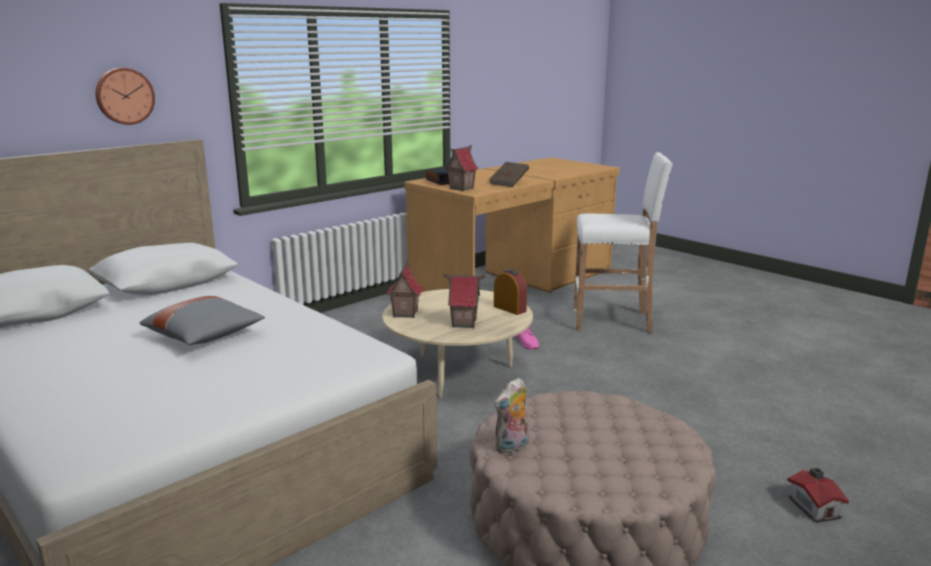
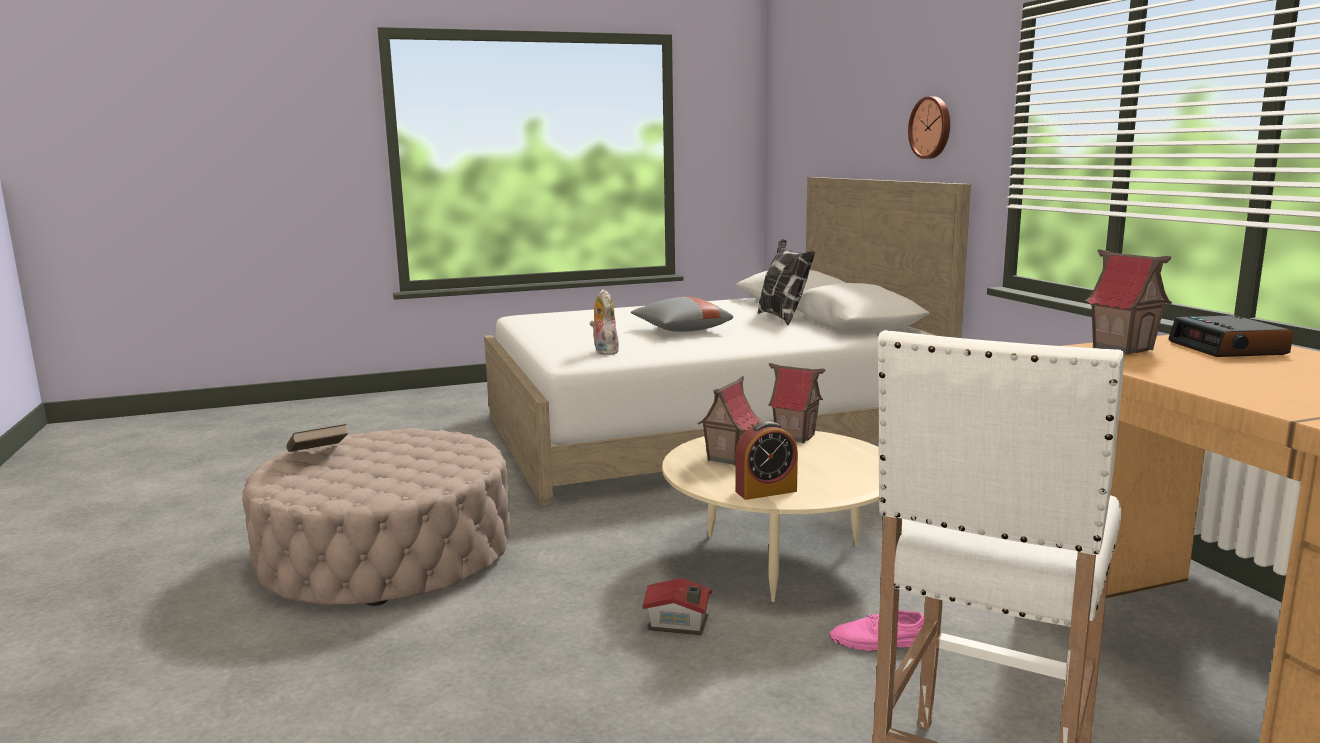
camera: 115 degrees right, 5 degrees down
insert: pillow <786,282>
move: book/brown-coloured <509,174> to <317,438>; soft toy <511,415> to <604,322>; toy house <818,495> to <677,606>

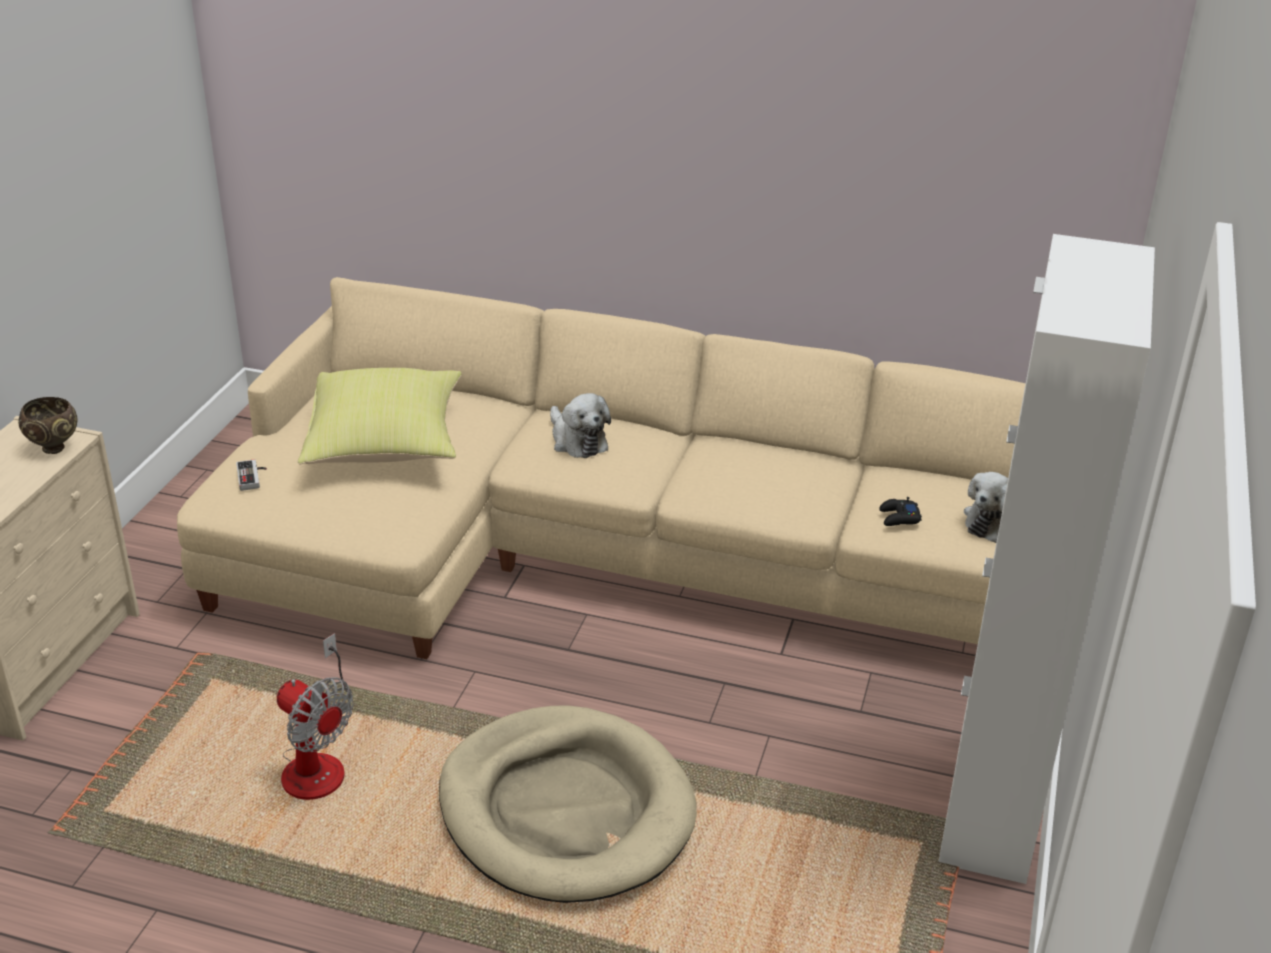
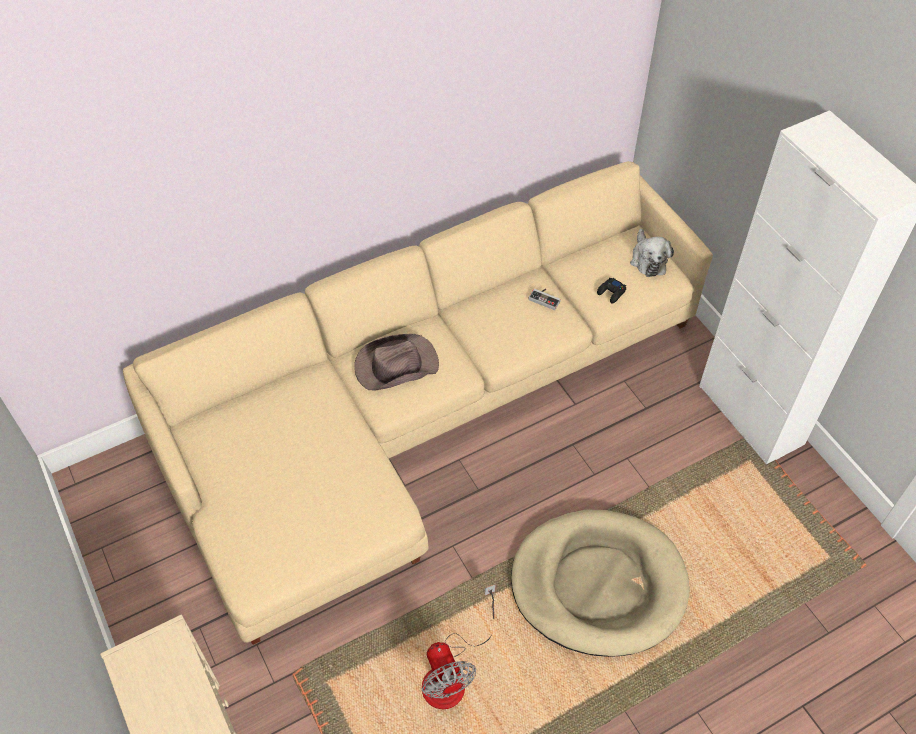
camera: 45 degrees left, 20 degrees up
delete: pillow/yellow-coloured <380,416>; serving bowl/brown-coloured <47,425>
move: gamepad <251,475> to <545,299>
replace: soft toy <580,425> to hat/brown-coloured <396,362>
rotate: cooling fan <315,716> = <459,646> 75 degrees clockwise

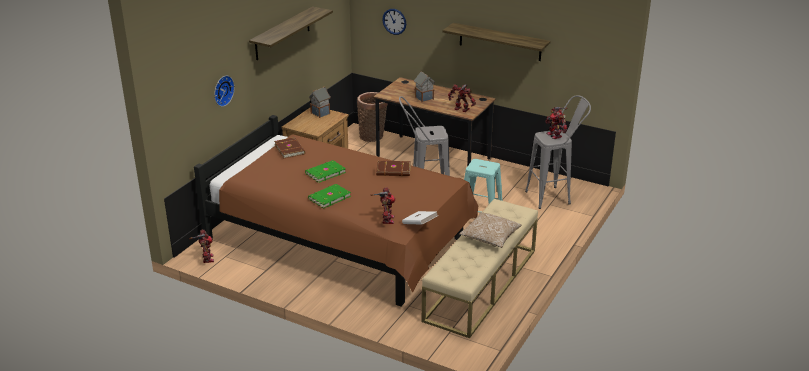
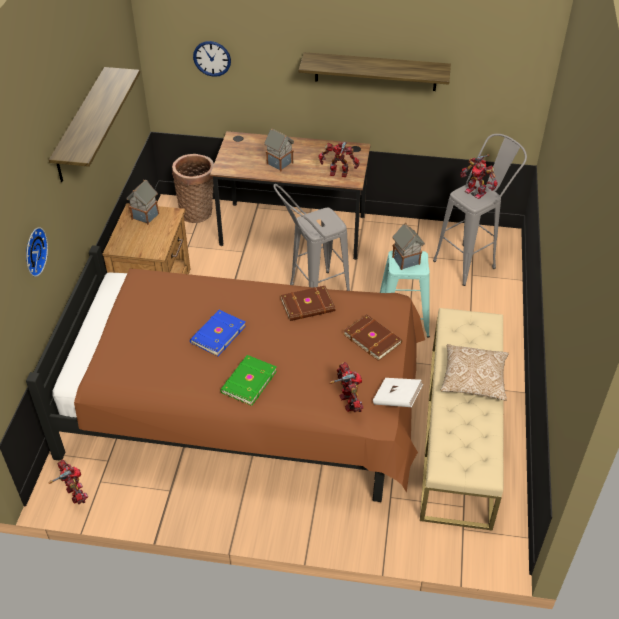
camera: 20 degrees left, 15 degrees up
insert: toy house <408,246>
move: book/brown-coloured <289,147> to <372,337>
recolor: book/green <325,171> to book/blue <218,333>

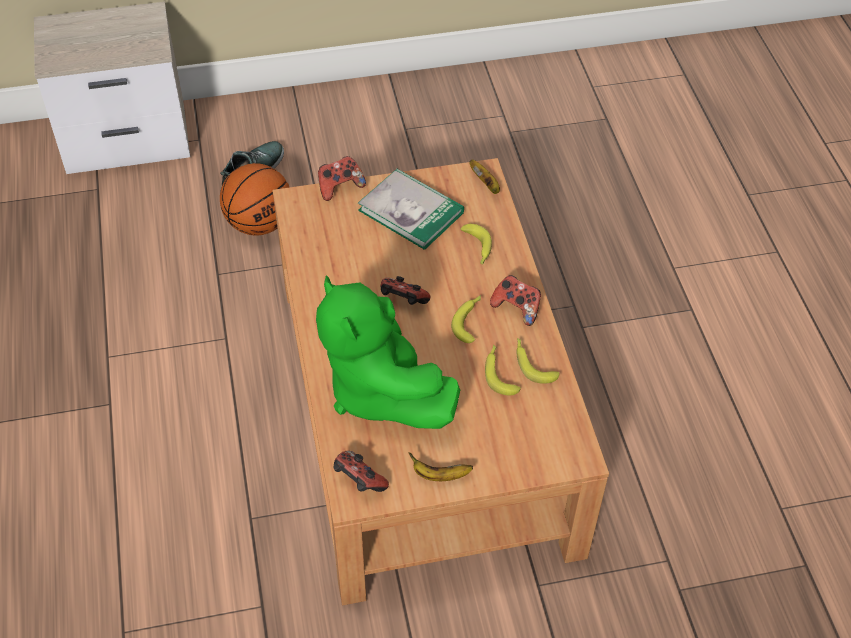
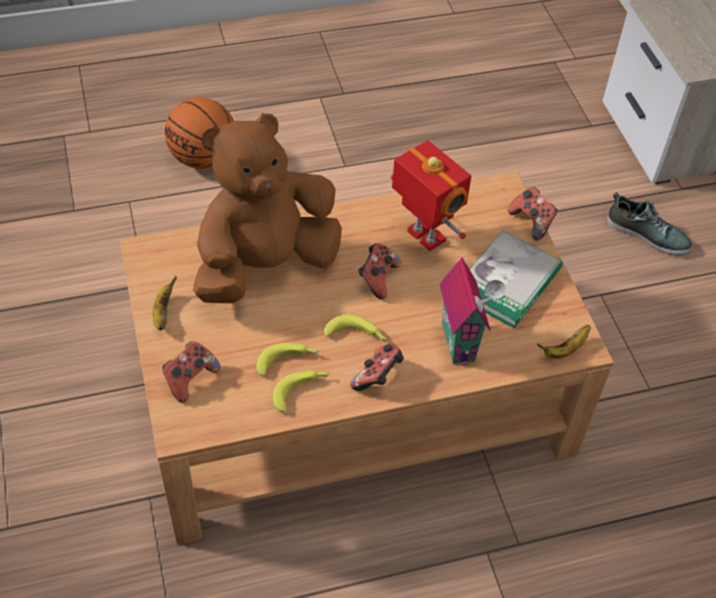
camera: 85 degrees right, 0 degrees up
insert: robot figure <431,195>
move: ball for basketball <254,199> to <199,133>; gamepad <361,471> to <191,372>
replace: whole banana <476,244> to toy house <472,312>
recolor: soft toy/green <388,352> to soft toy/brown-coloured <267,208>

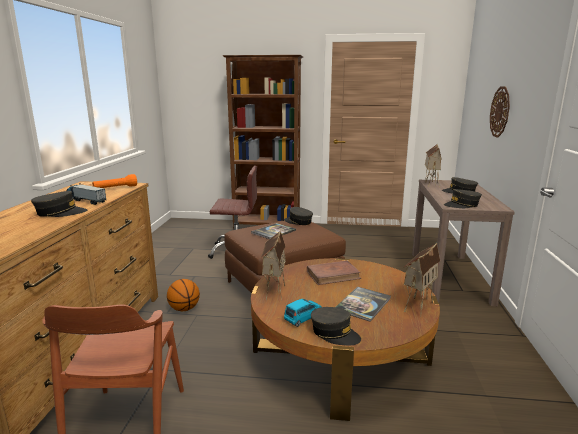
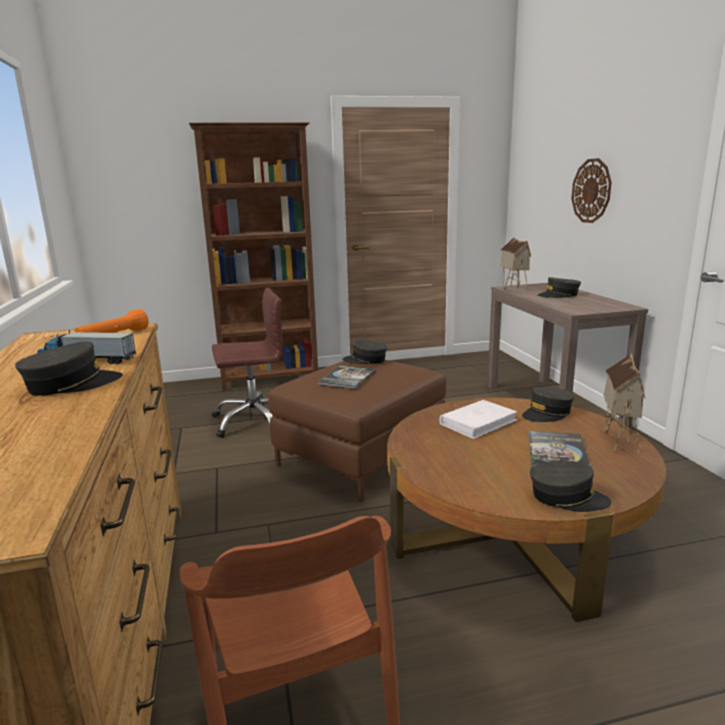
camera: 20 degrees left, 0 degrees up
delete: toy house <273,265>; ball for basketball <183,295>; model car/blue <303,313>
move: peaked cap/gray <463,198> to <548,405>
recolor: book/brown-coloured <334,273> to book/whitish <478,419>

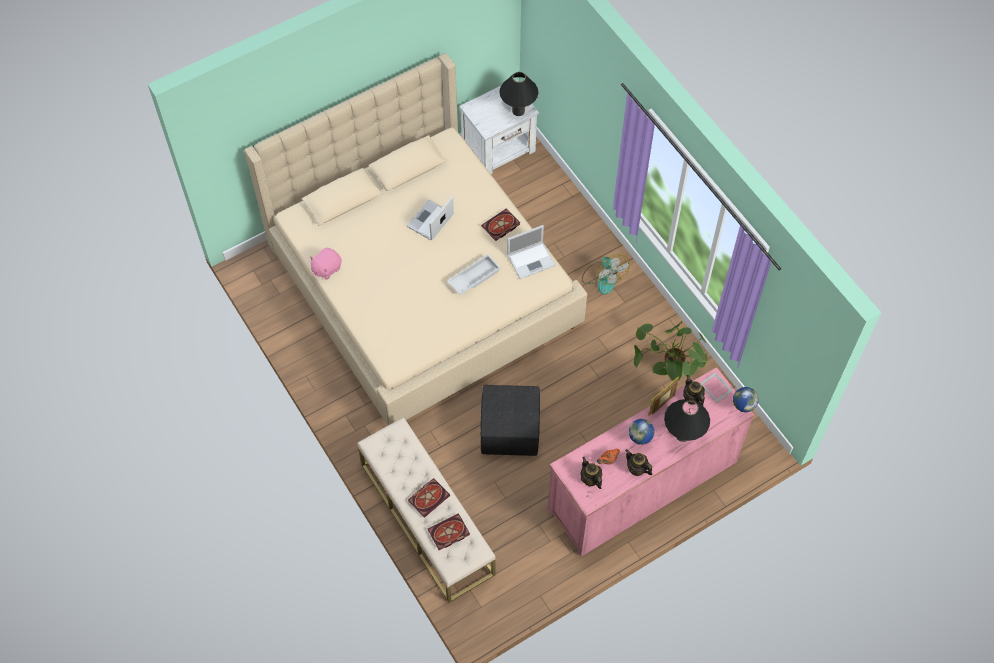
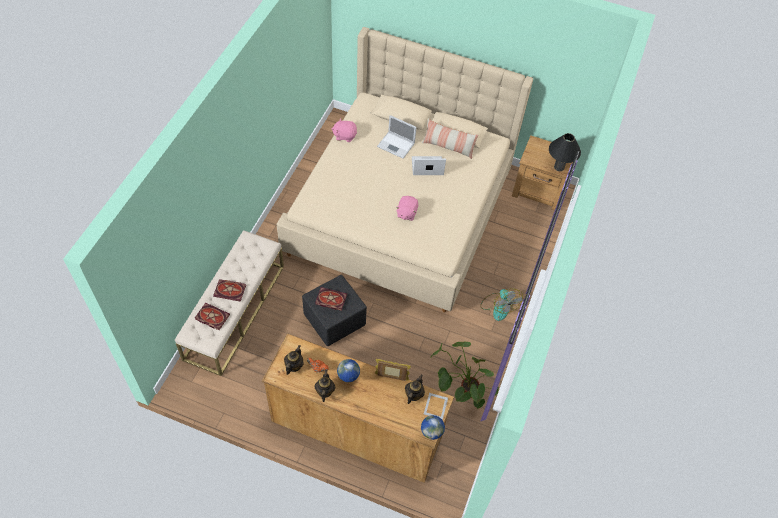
camera: 50 degrees right, 5 degrees down
delete: tabletop lamp/blackish <687,420>
insert: pillow <450,139>
move: book <500,225> to <331,299>; laptop <531,252> to <397,137>
replace: tray/whitish <474,274> to soft toy/pink-coloured <407,208>
recolor: bedside table/whitish <499,130> to bedside table/brown-coloured <542,172>; drawer chest/pink-coloured <651,461> to drawer chest/brown-coloured <358,408>
rotate: cooling fan <605,274> = <501,304> 45 degrees counterclockwise

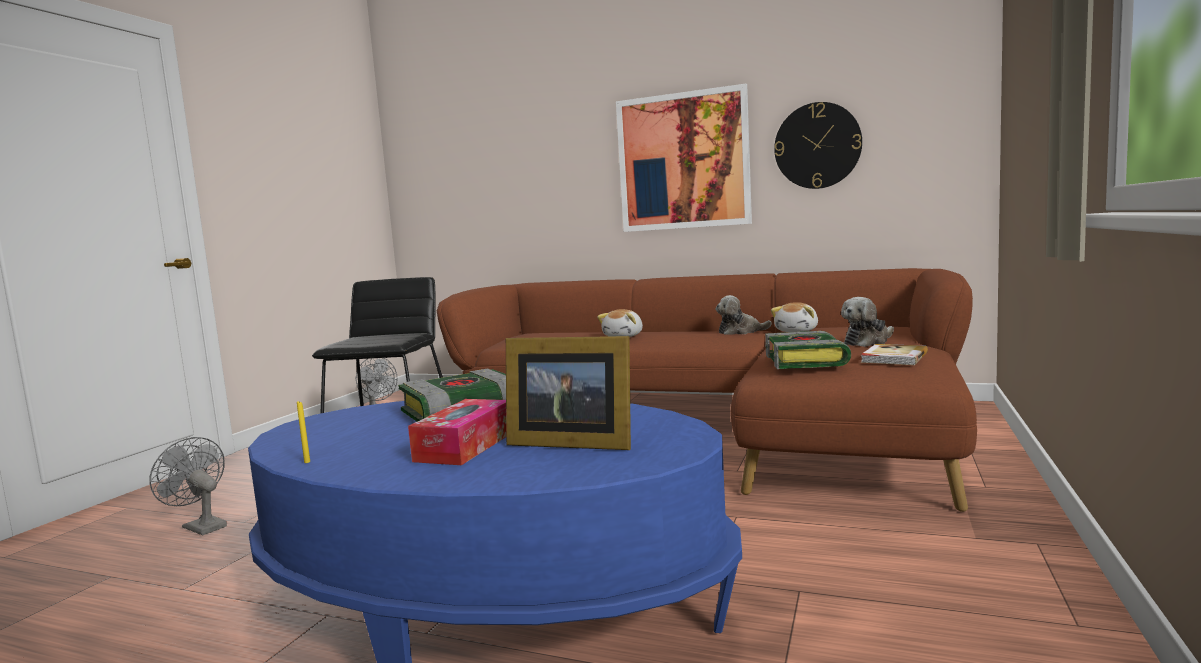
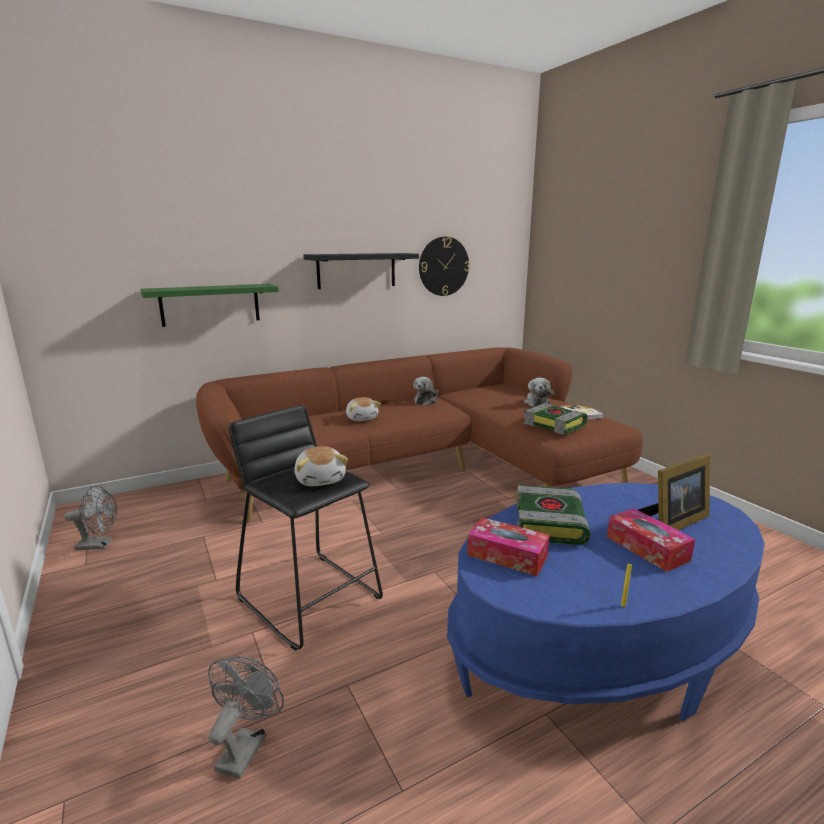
camera: 50 degrees left, 10 degrees up
insert: wall shelf/green <210,305>; tissue box <508,546>
move: soft toy <794,317> to <321,466>
replace: wall picture <684,158> to wall shelf/blackish <361,271>
rotate: cooling fan/gray <188,486> = <246,717> 120 degrees clockwise

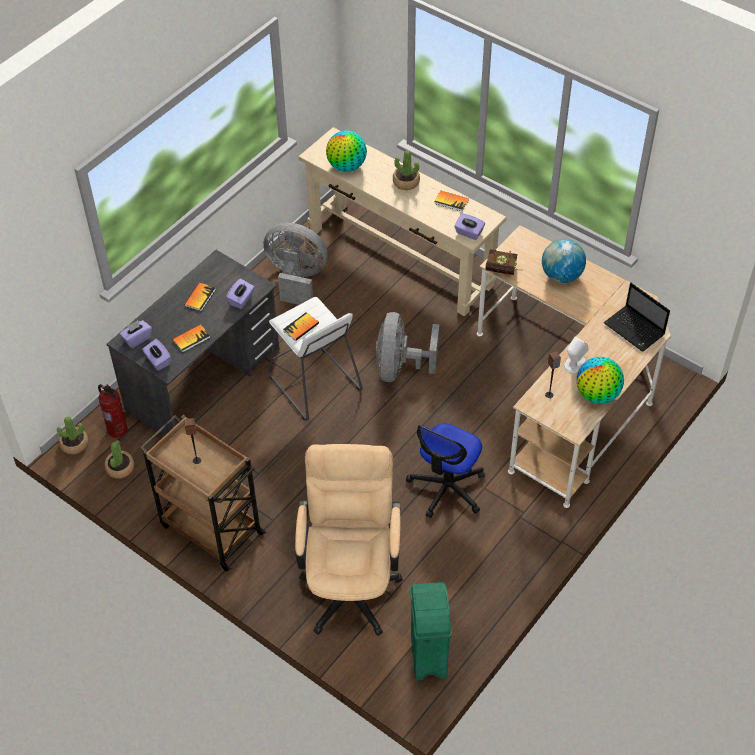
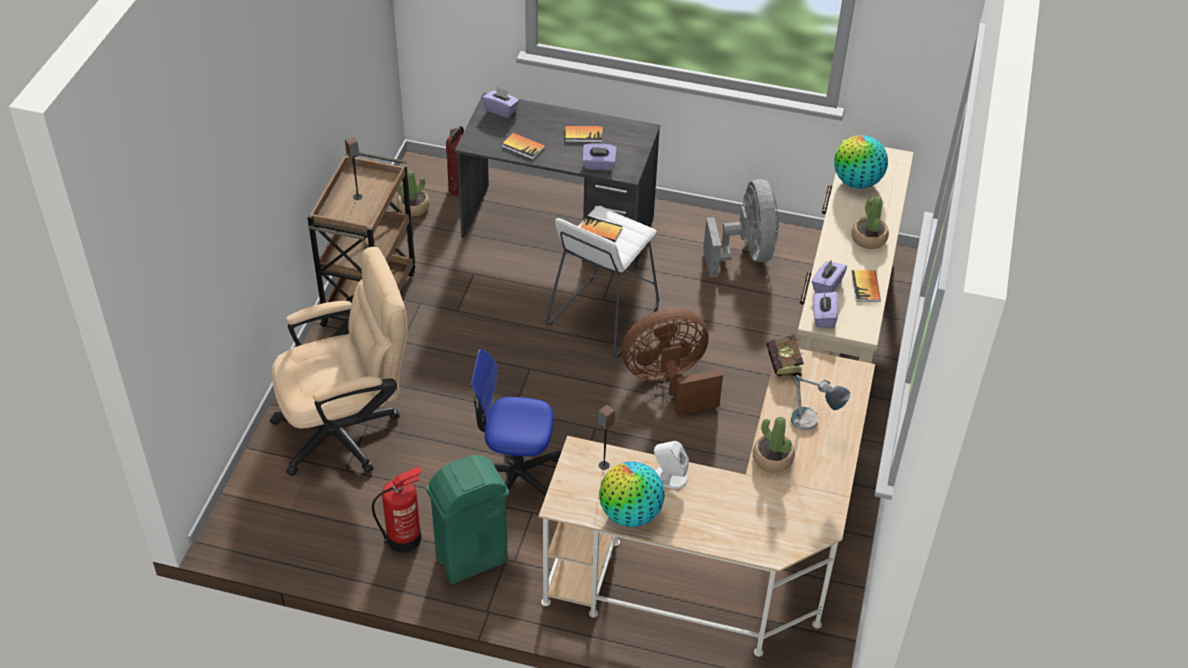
camera: 65 degrees right, 5 degrees down
delete: laptop <637,317>
insert: fire extinguisher <397,509>
move: tissue box/purple <156,355> to <829,276>; houseplant <72,436> to <774,444>; rubbish bin/green <431,631> to <467,519>
replace: desk globe <564,261> to tabletop lamp <820,403>
recolor: cooling fan/gray <407,347> to cooling fan/brown-coloured <672,361>

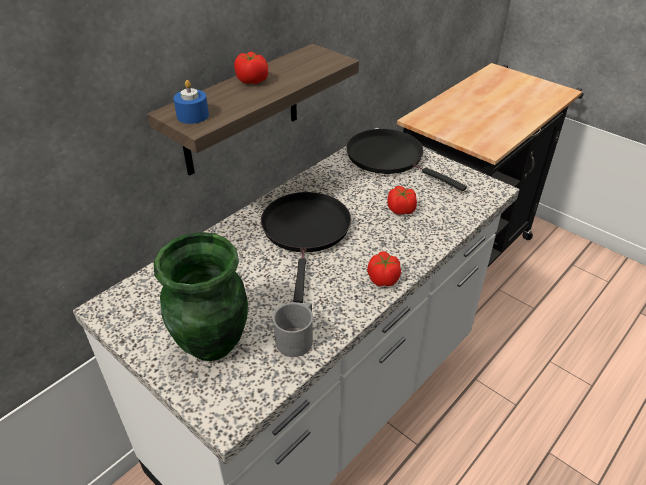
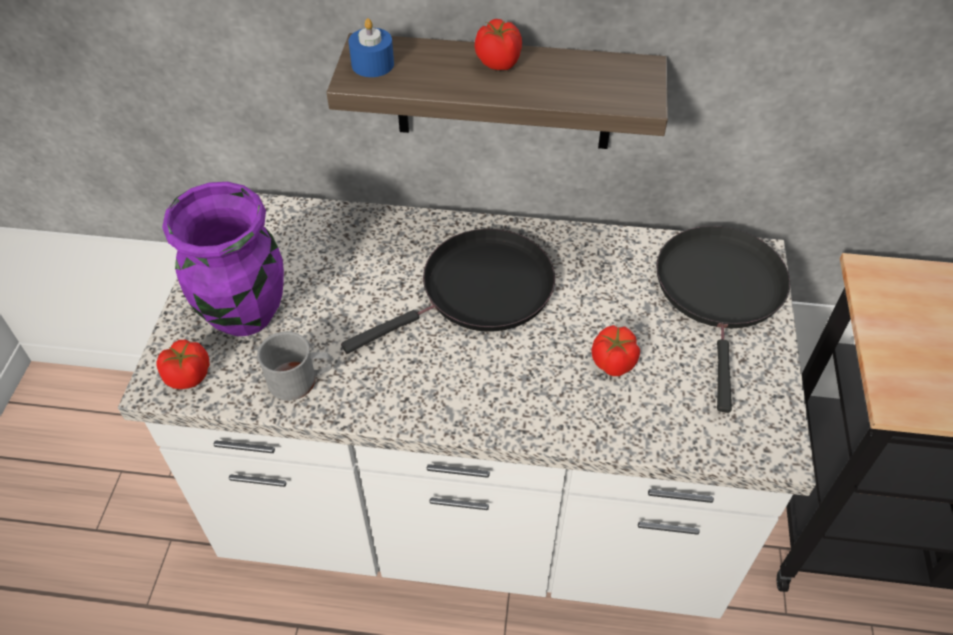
camera: 55 degrees right, 10 degrees up
move: tomato <384,269> to <183,364>
recolor: vase/green <201,296> to vase/purple <223,259>

